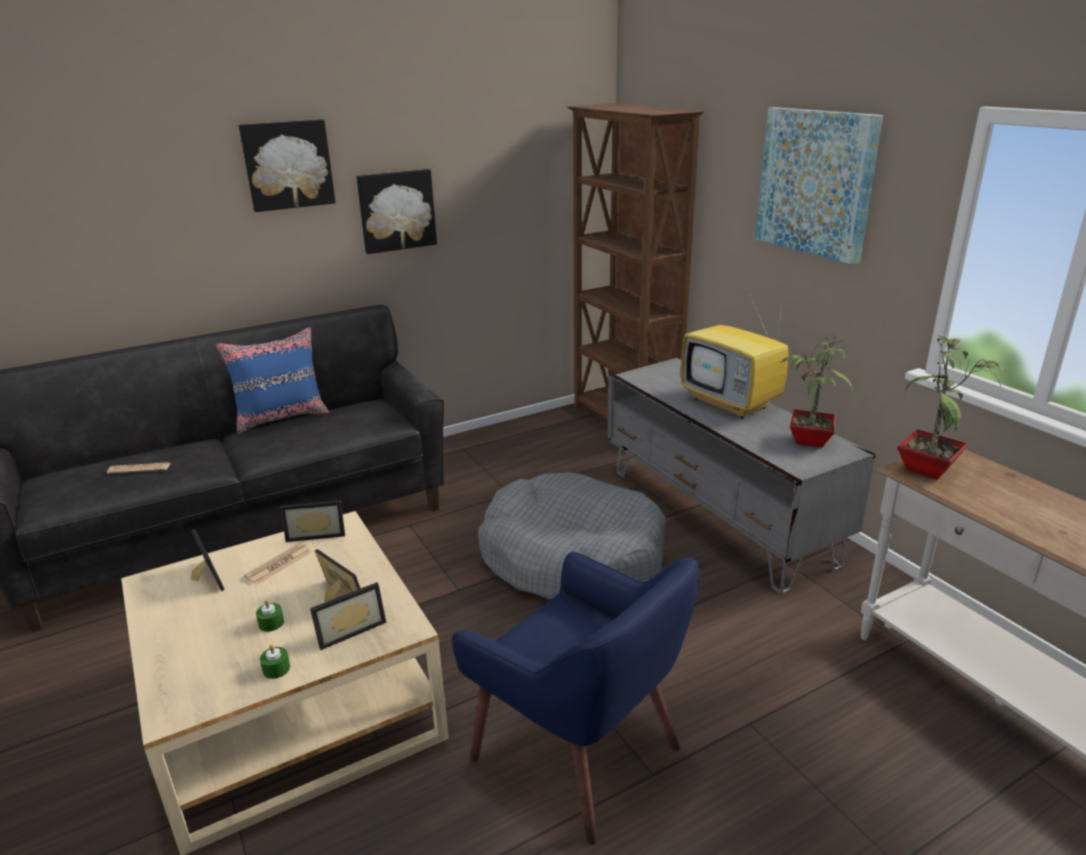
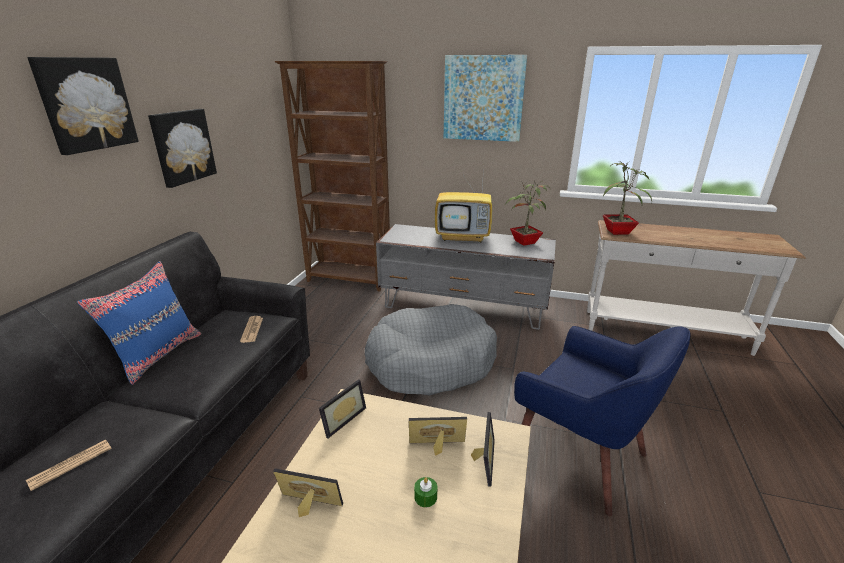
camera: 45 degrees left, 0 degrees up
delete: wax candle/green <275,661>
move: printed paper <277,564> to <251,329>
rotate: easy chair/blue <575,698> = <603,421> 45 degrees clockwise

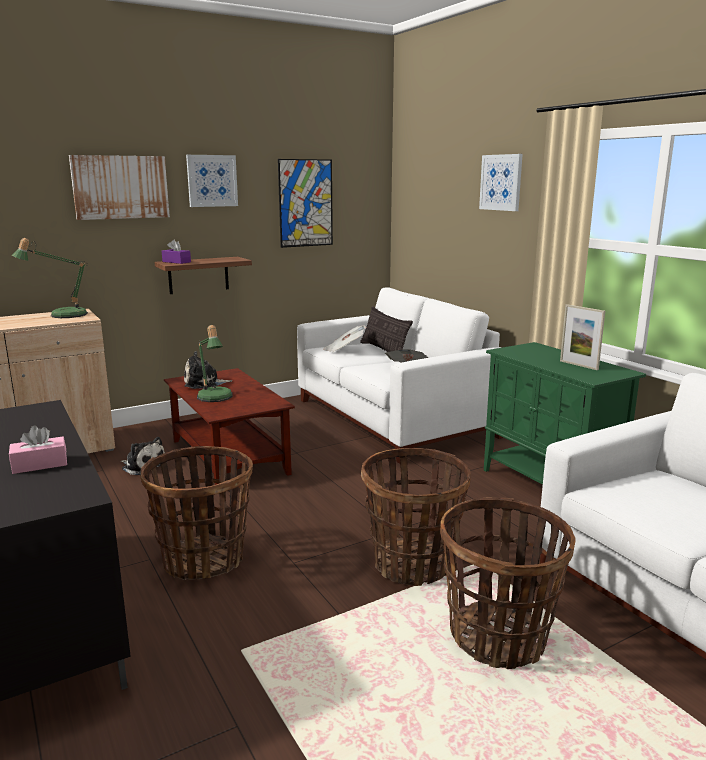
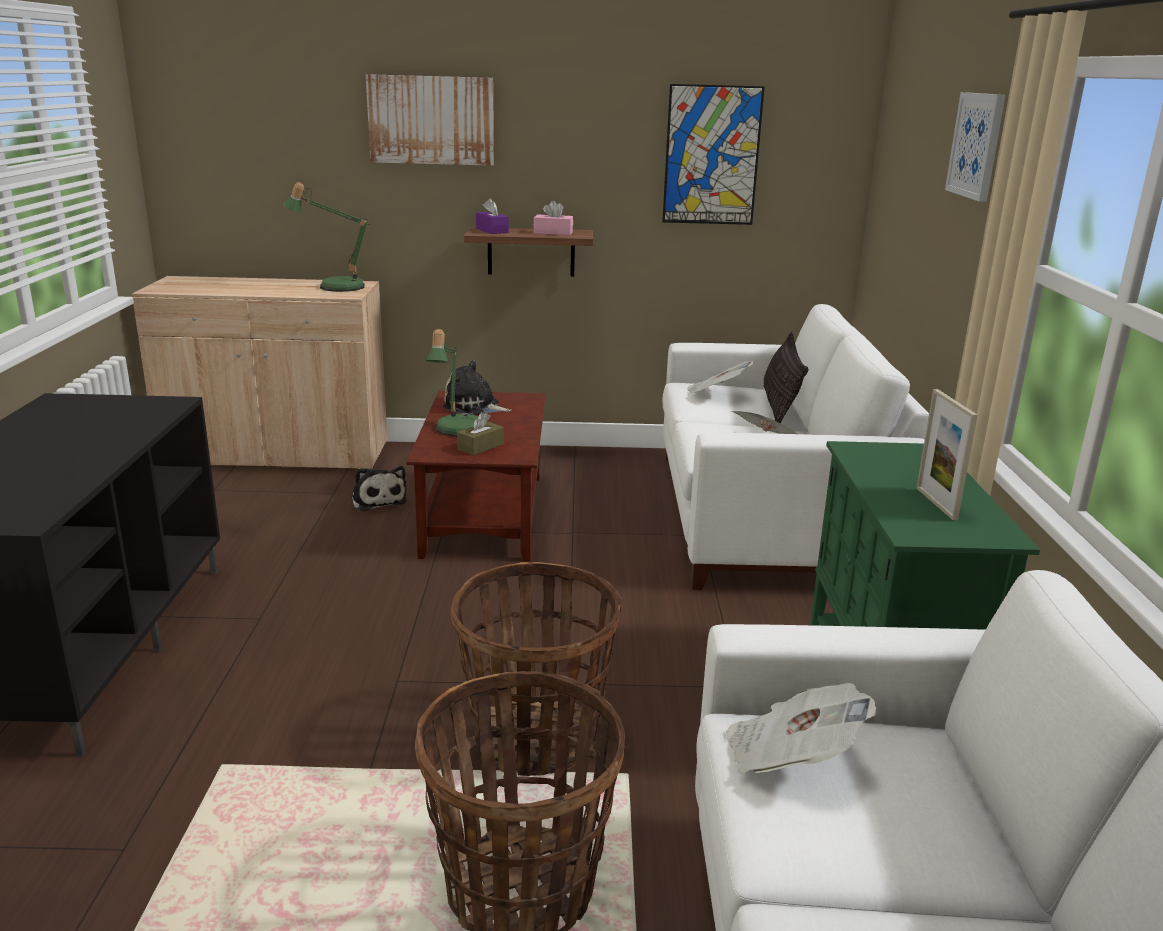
camera: 30 degrees right, 5 degrees up
delete: wall picture <212,181>; household basket <197,513>
insert: tissue box/brown-coloured <480,433>; printed paper <801,728>
move: tissue box/pink-coloured <38,449> to <553,218>

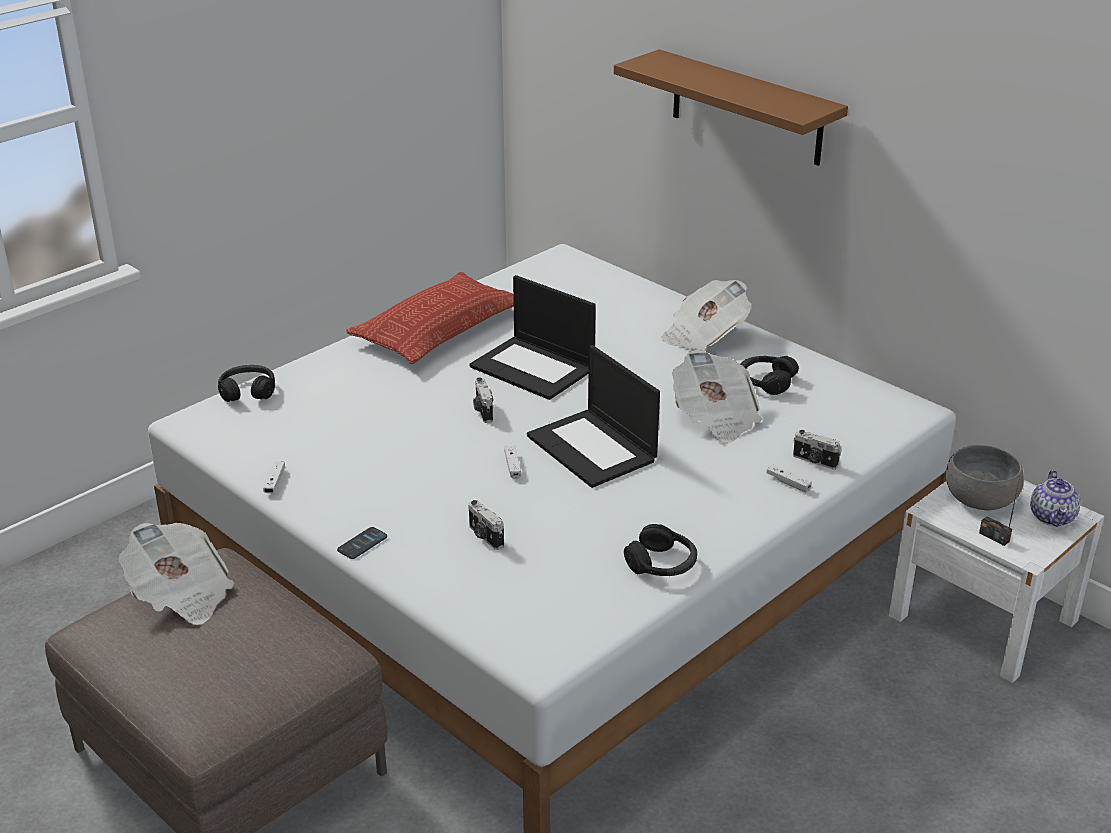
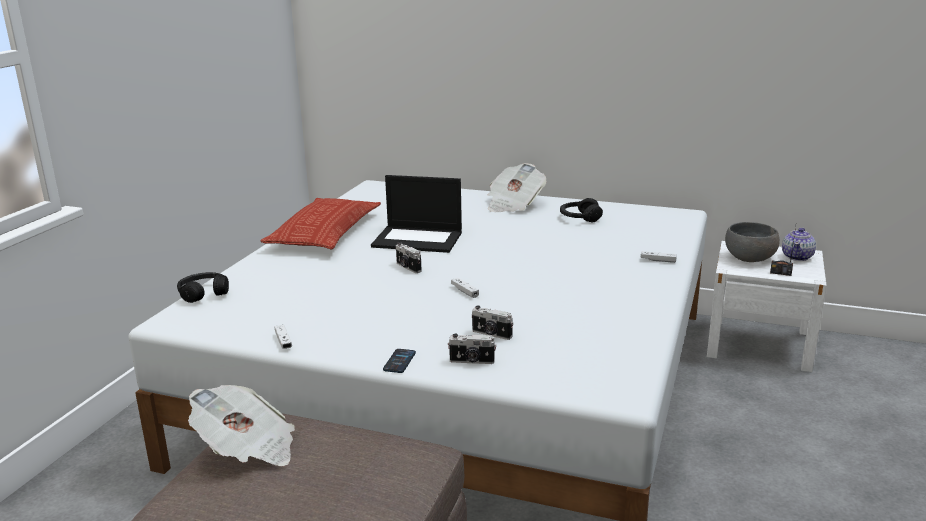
camera: 25 degrees left, 10 degrees down
delete: wall shelf/brown-coloured <731,107>; laptop <593,416>; printed paper <717,397>; headset/blackish <660,550>
move: still camera <817,449> to <472,349>
rotate: teapot <1055,498> = <799,244> 45 degrees clockwise

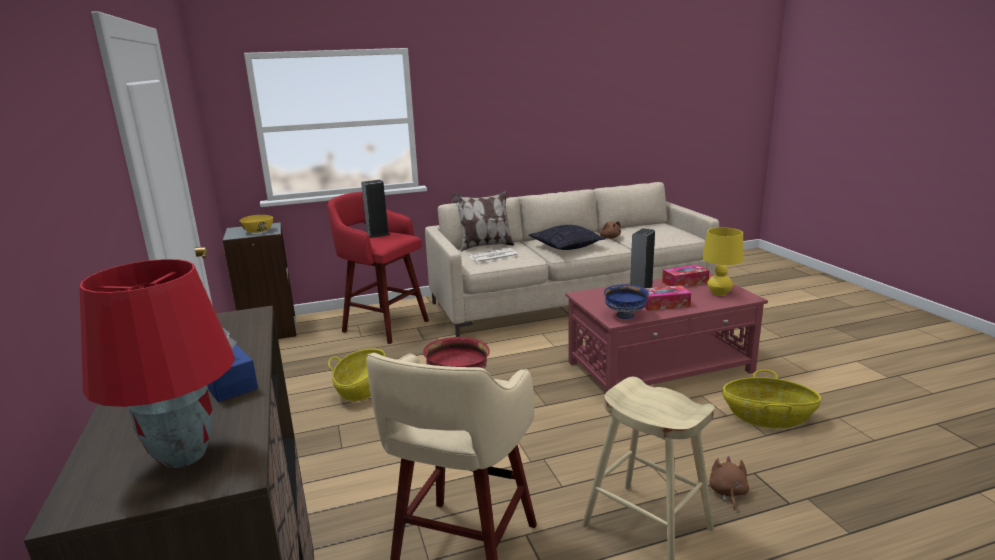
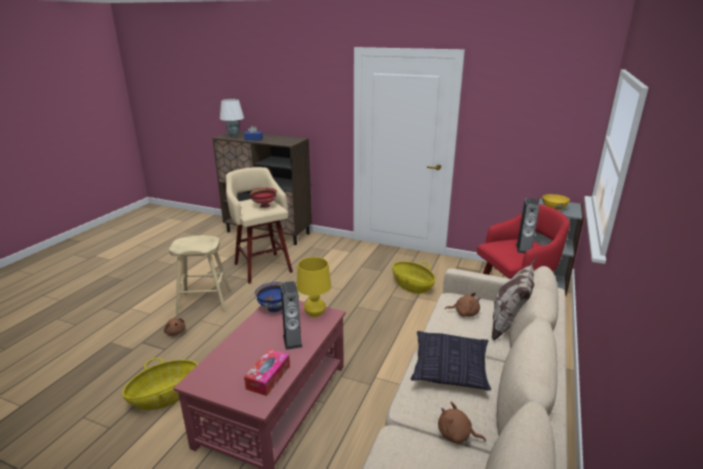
camera: 130 degrees right, 5 degrees up
delete: tissue box <667,298>
move: tabletop lamp/yellow-coloured <722,261> to <314,287>
replace: printed paper <493,255> to soft toy/brown-coloured <462,304>
recolor: tabletop lamp/reddish <157,363> to tabletop lamp/whitish <232,118>

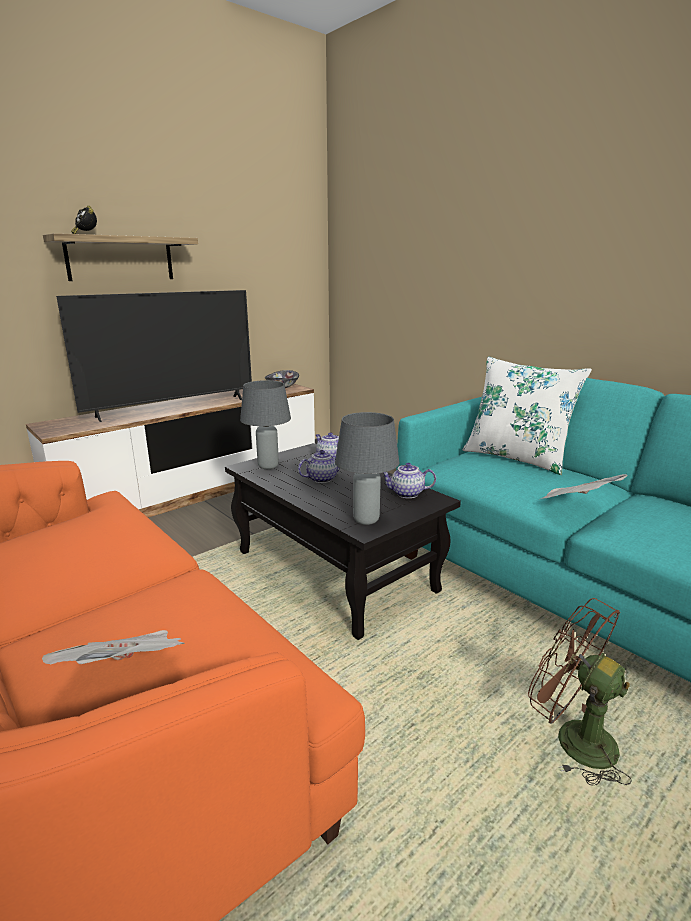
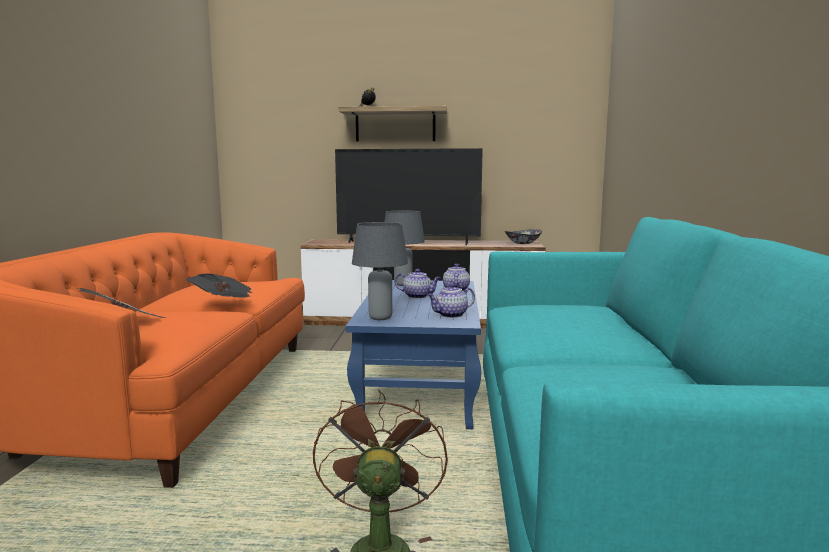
camera: 45 degrees right, 10 degrees down
delete: pillow/whitish <527,416>
move: printed paper <584,486> to <219,286>
recolor: coffee table/blackish <343,541> to coffee table/blue <413,354>
rotate: teapot <409,480> = <451,301> 75 degrees counterclockwise

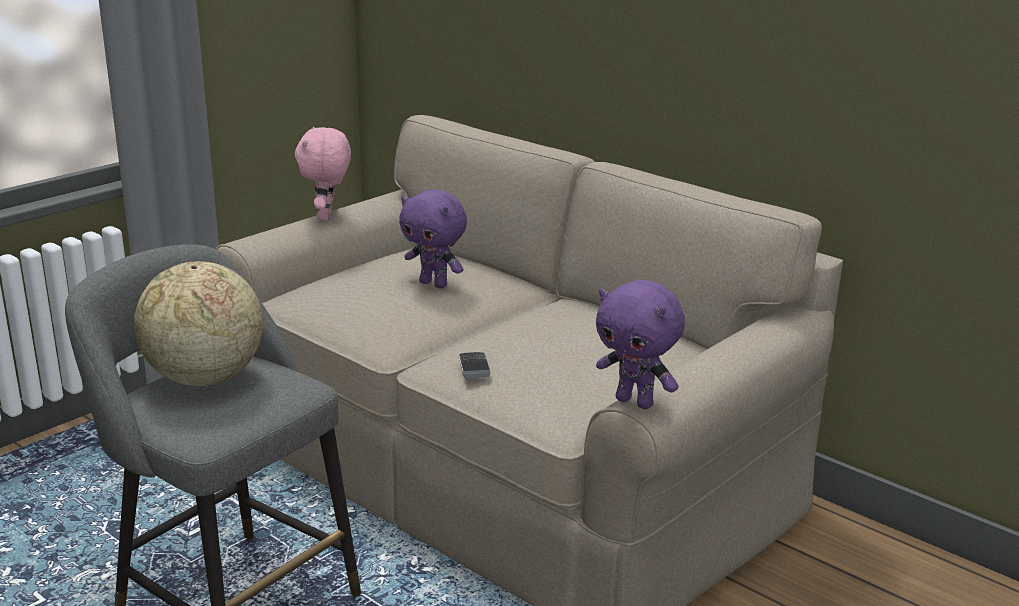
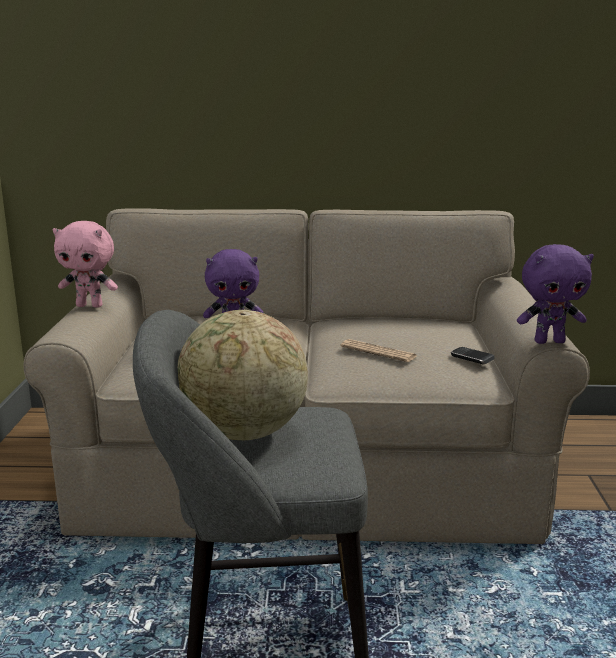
camera: 40 degrees left, 5 degrees down
insert: printed paper <379,350>
move: handset <474,365> to <472,356>
rotate: soft toy/pink-coloured <323,174> = <85,264> 45 degrees counterclockwise

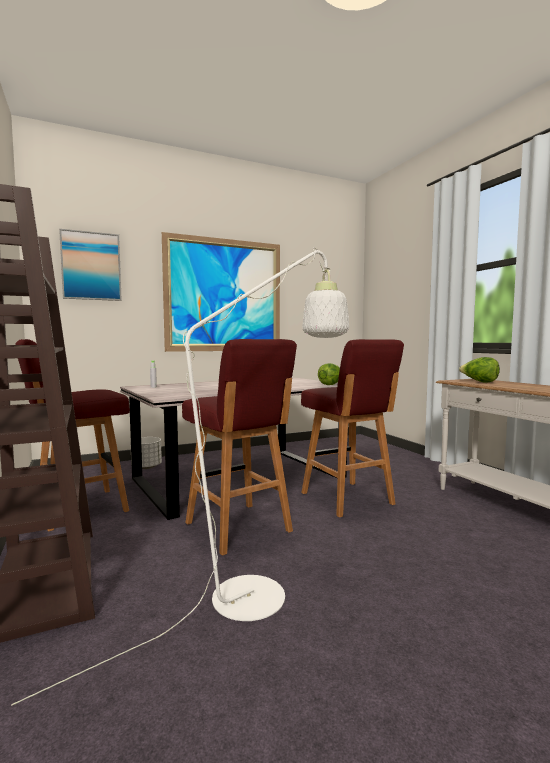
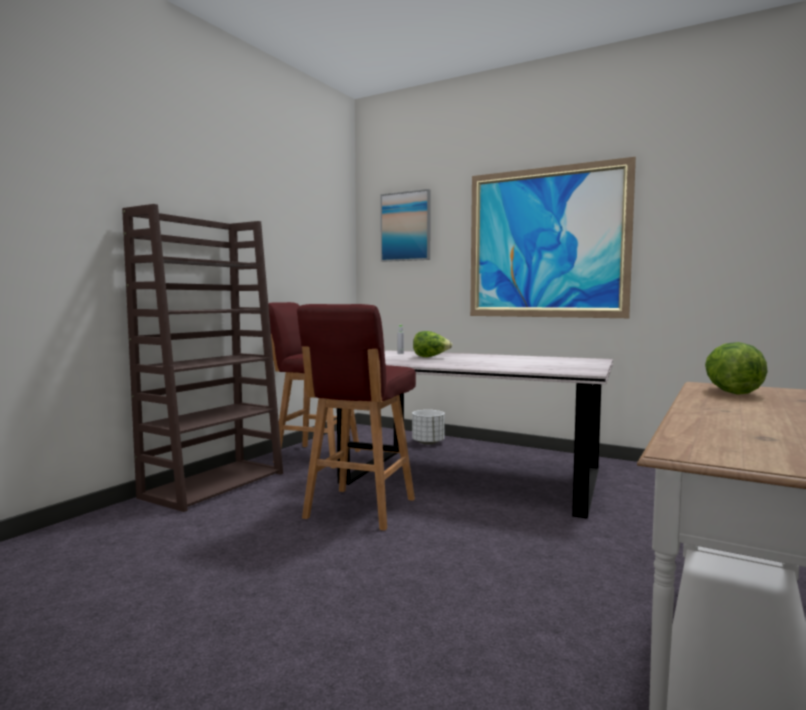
camera: 55 degrees right, 0 degrees up
delete: floor lamp/whitish <180,476>; stool/reddish <352,428>
move: lettuce <329,374> to <433,344>

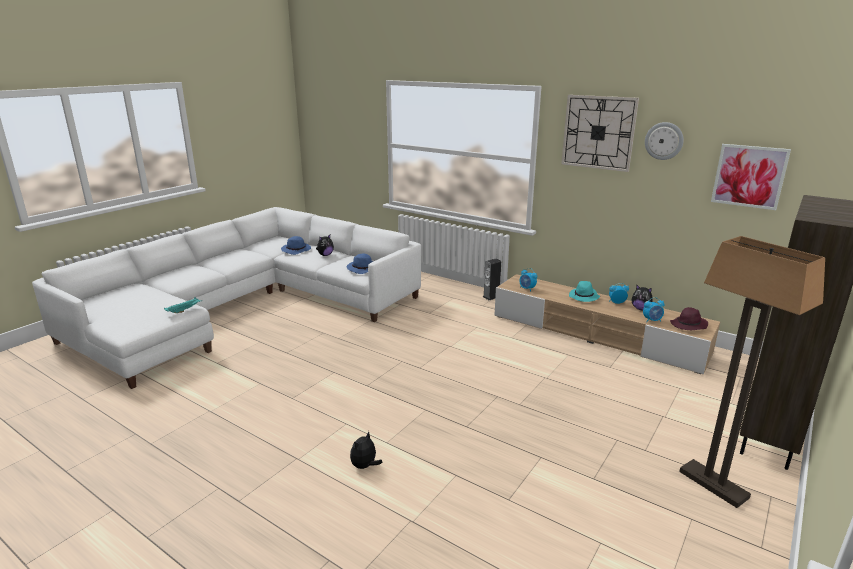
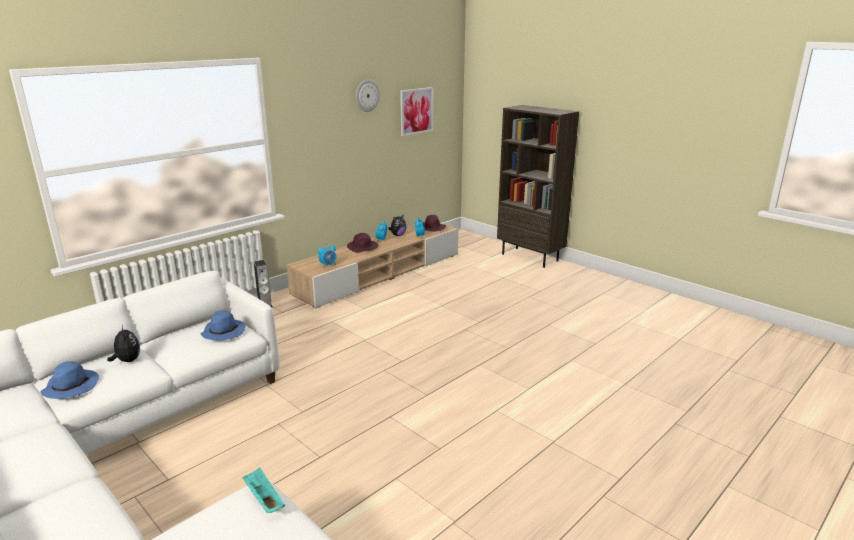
camera: 80 degrees left, 0 degrees up
delete: wall clock <600,133>; floor lamp <752,372>; soft toy <366,450>
recolor: hat/turquoise <584,291> to hat/purple <362,243>

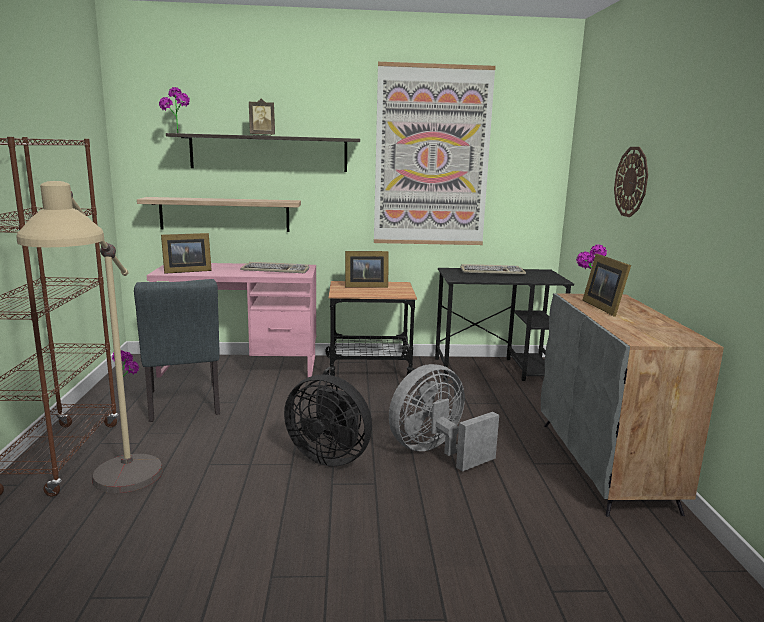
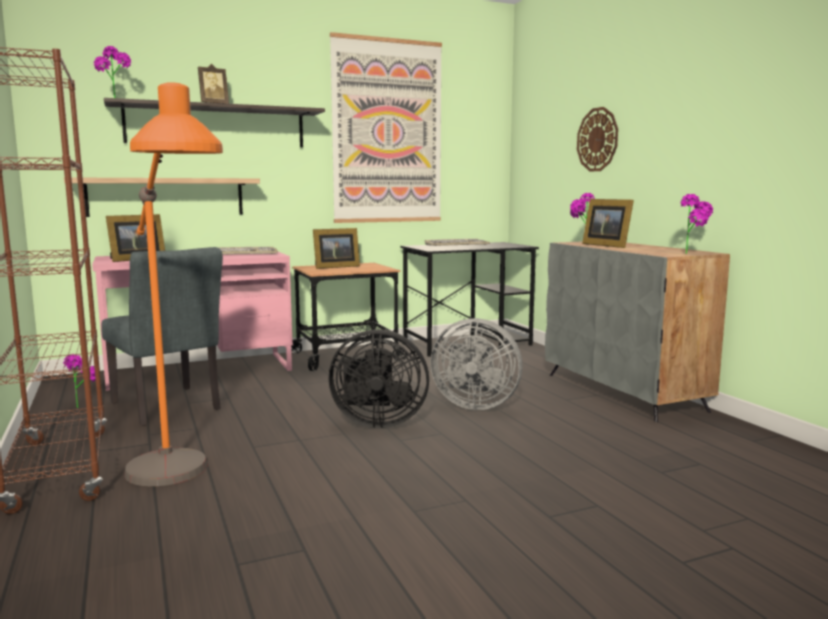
camera: 20 degrees left, 5 degrees down
insert: houseplant <696,224>
recolor: floor lamp/beige <89,337> to floor lamp/orange <173,284>
rotate: cooling fan/gray <444,418> = <476,364> 105 degrees counterclockwise

